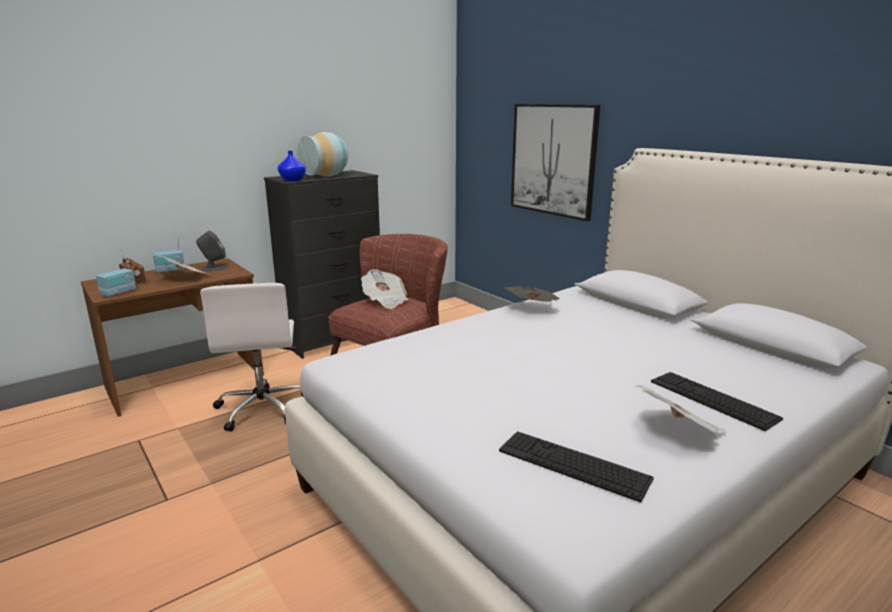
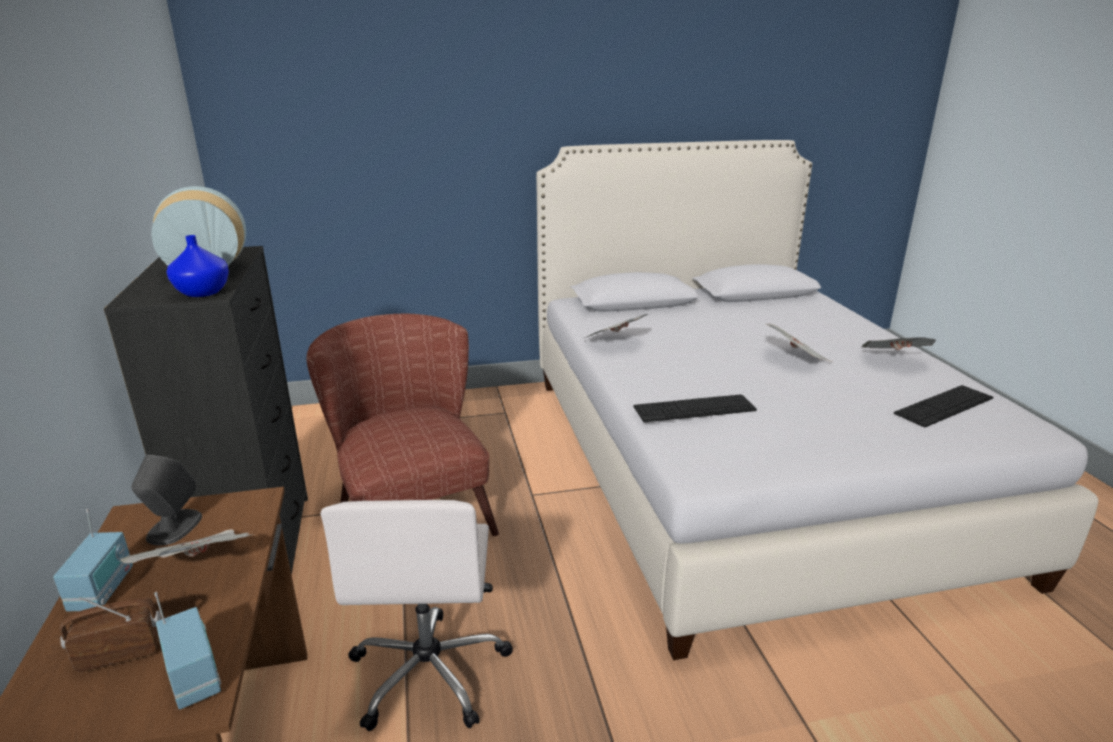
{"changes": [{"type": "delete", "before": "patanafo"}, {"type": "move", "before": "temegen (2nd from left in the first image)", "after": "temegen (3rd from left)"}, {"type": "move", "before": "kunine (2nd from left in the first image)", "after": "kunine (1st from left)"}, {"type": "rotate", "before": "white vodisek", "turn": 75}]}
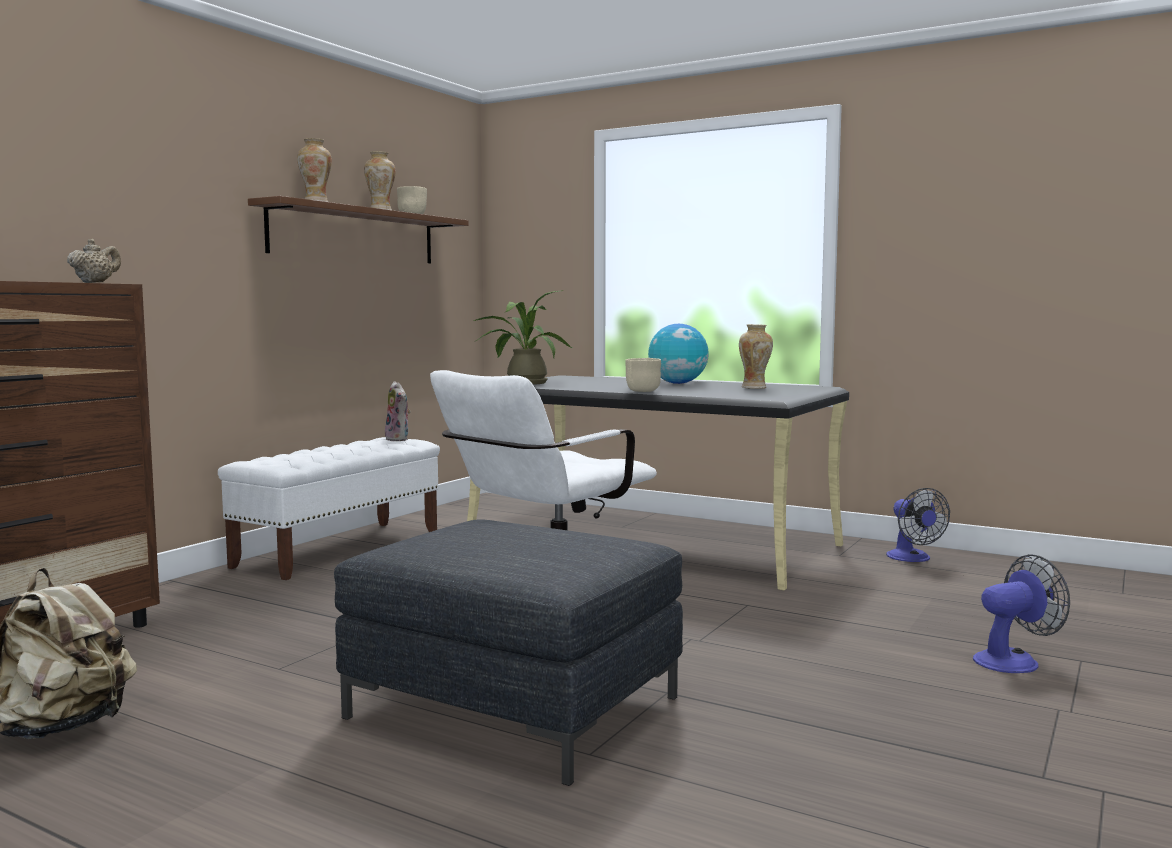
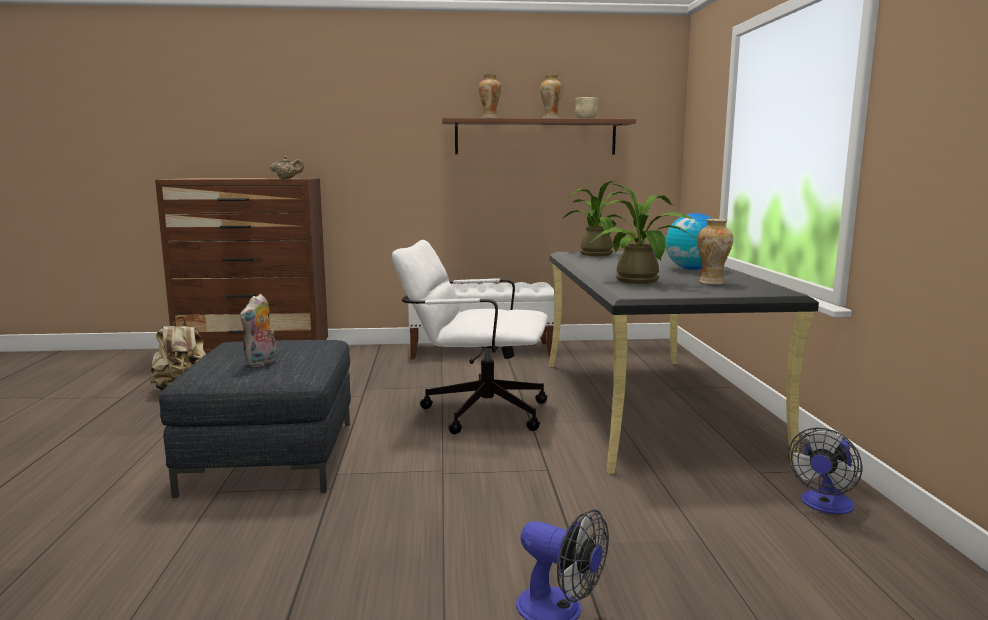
{"changes": [{"type": "delete", "before": "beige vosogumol (2nd from left)"}, {"type": "insert", "after": "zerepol (2nd from left)"}, {"type": "move", "before": "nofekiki"}]}
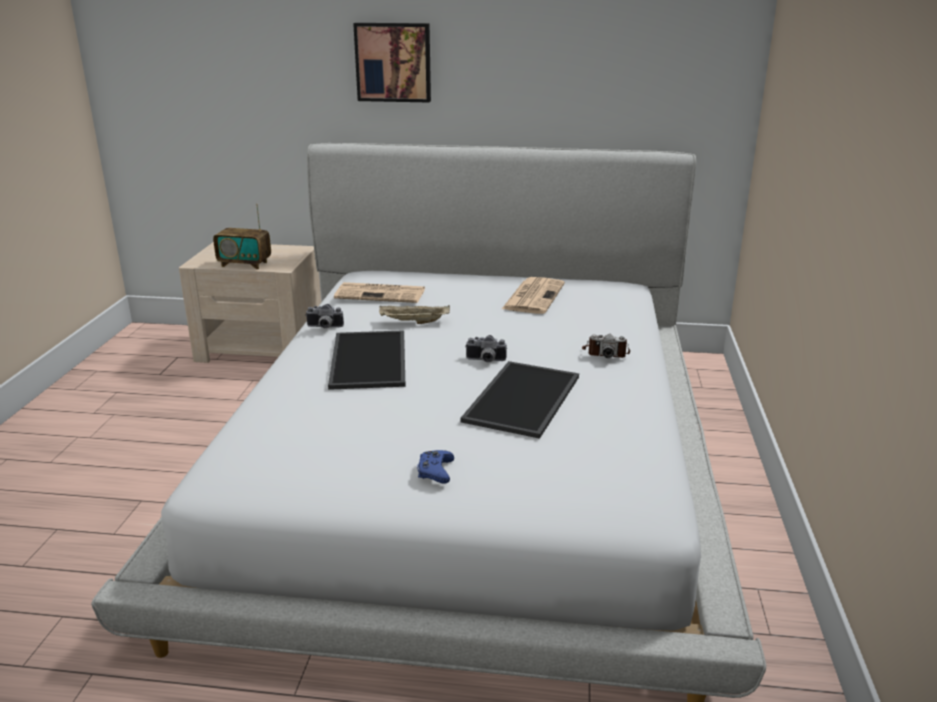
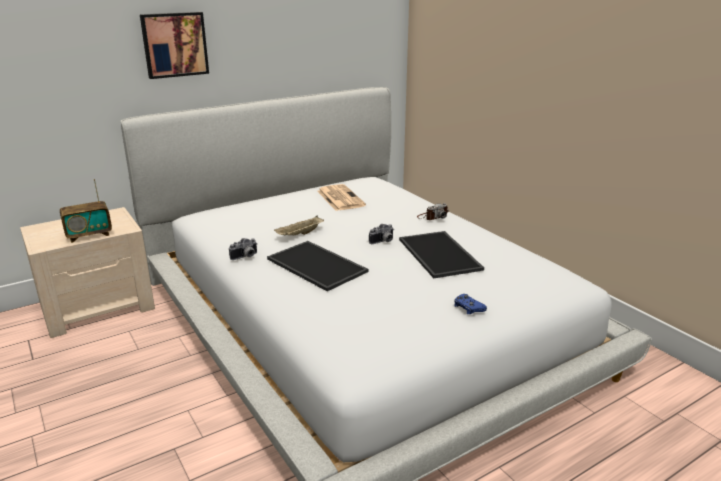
{"changes": [{"type": "delete", "before": "temegen (1st from left)"}]}
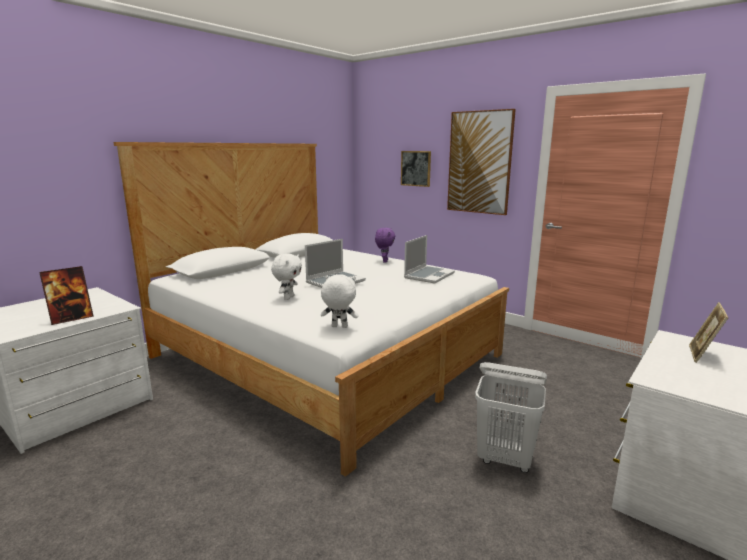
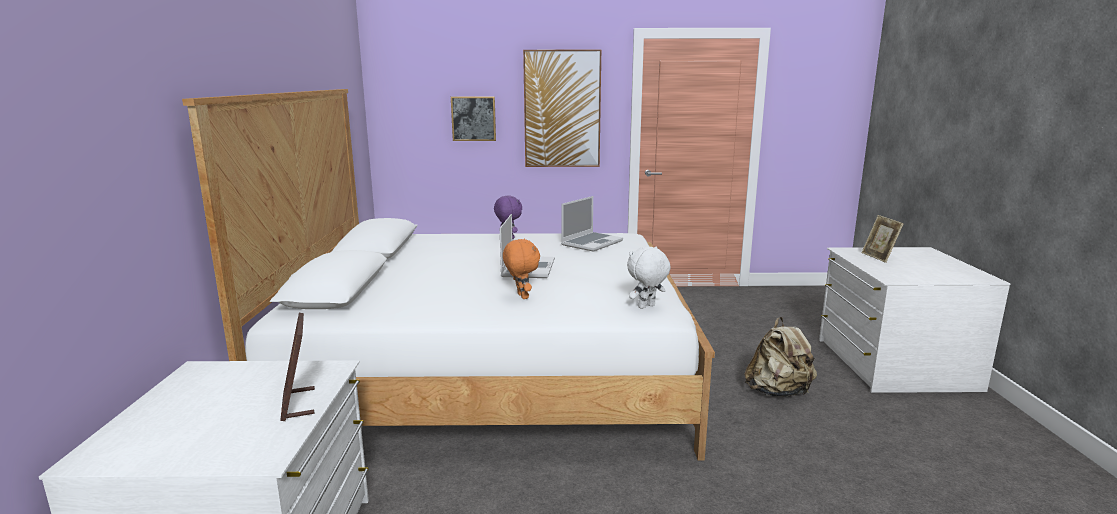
{"changes": [{"type": "replace", "before": "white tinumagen", "after": "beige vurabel"}, {"type": "recolor", "before": "white nofekiki (1st from left)", "after": "orange nofekiki"}, {"type": "rotate", "before": "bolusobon (1st from left)", "turn": 150}, {"type": "rotate", "before": "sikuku (2nd from left)", "turn": 45}]}
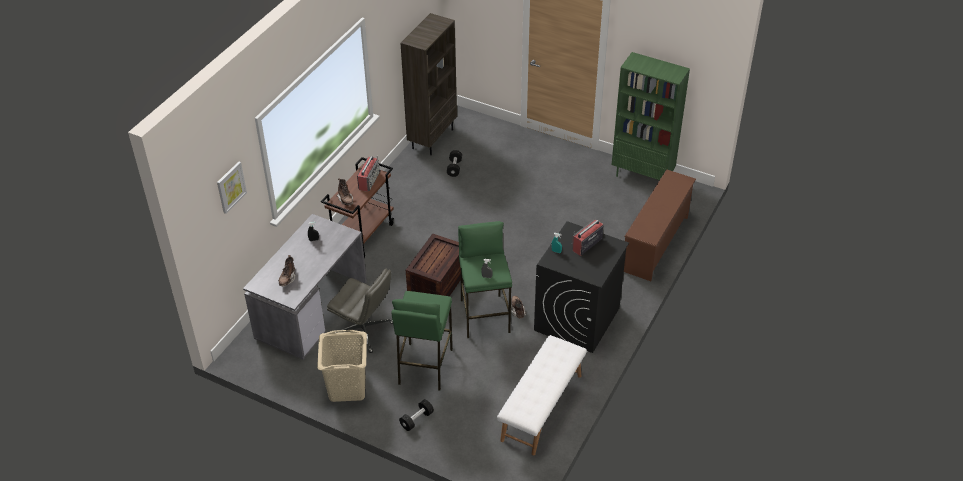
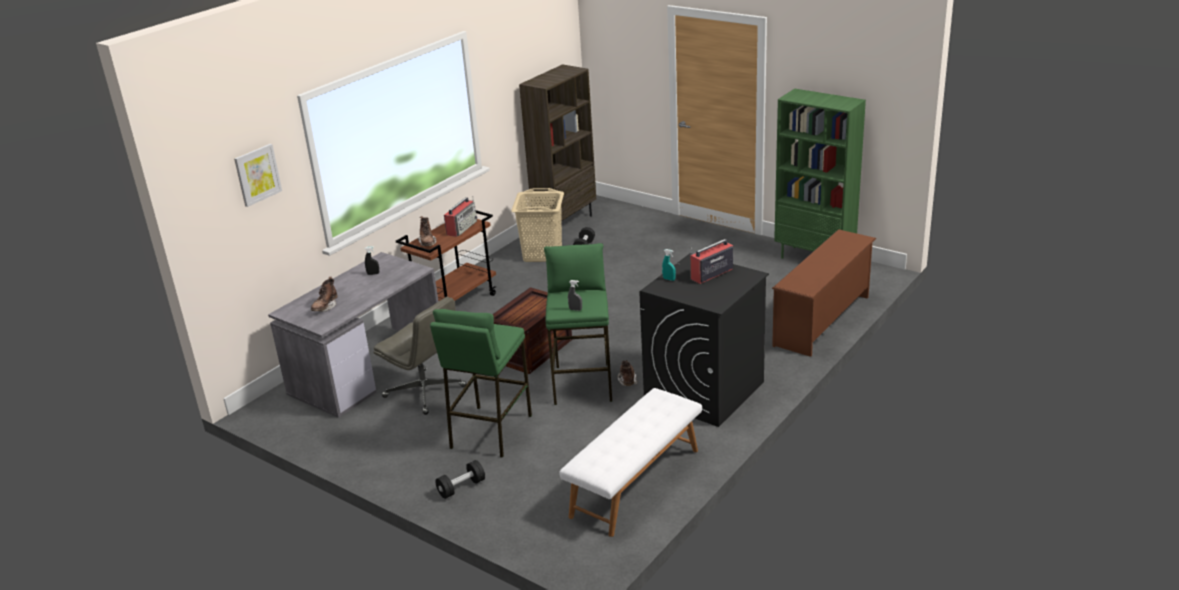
{"changes": [{"type": "move", "before": "beige tinumagen"}]}
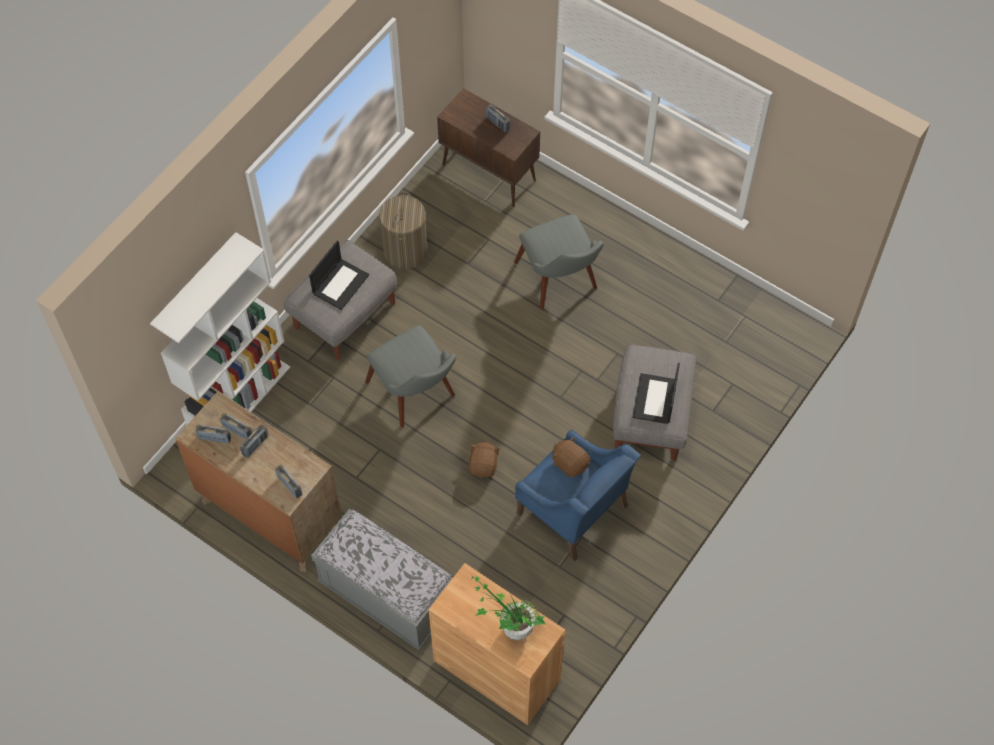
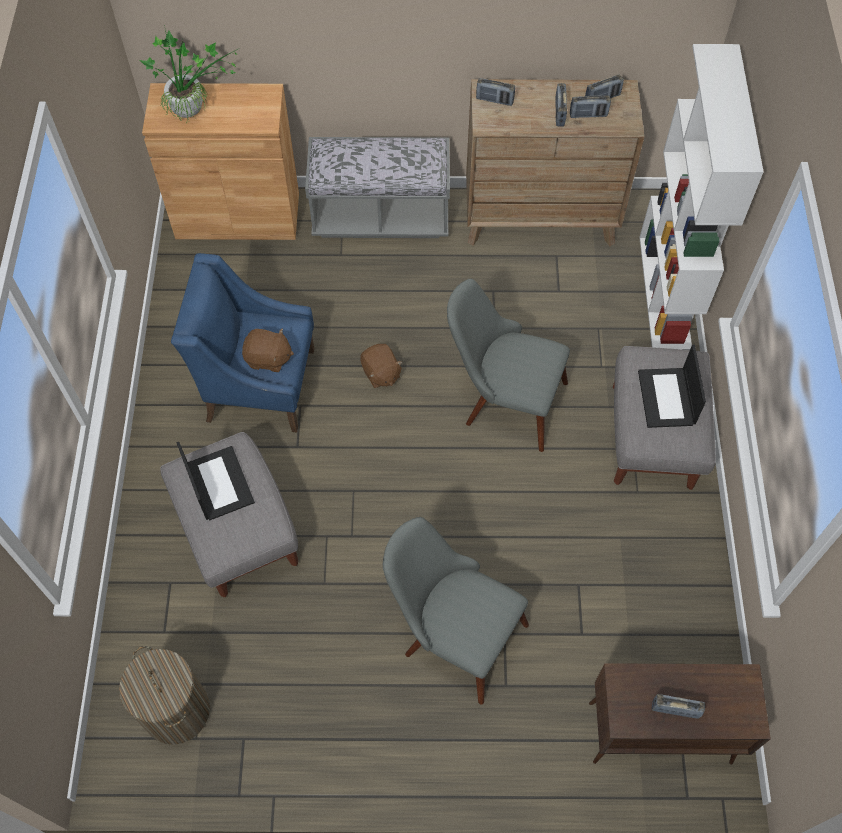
{"changes": [{"type": "move", "before": "tinumagen"}]}
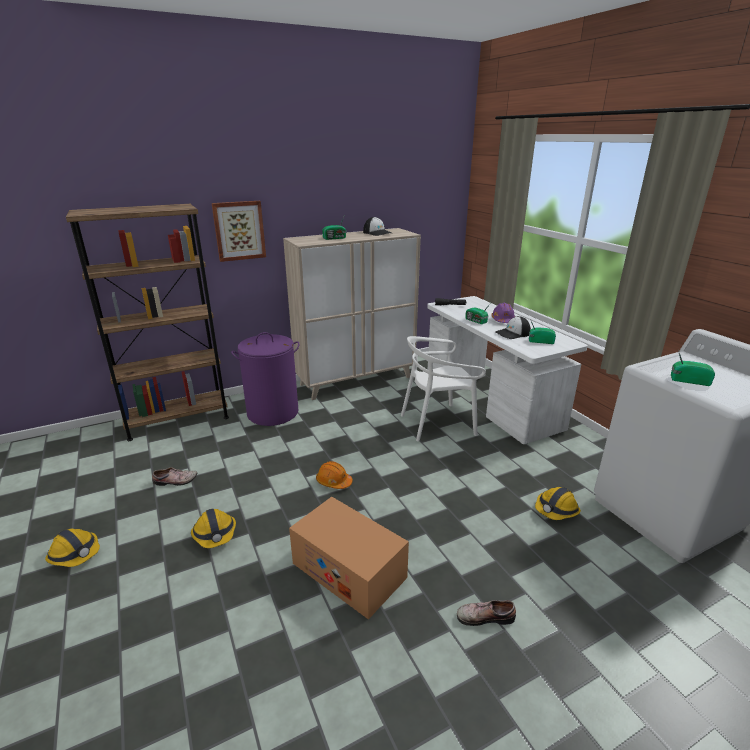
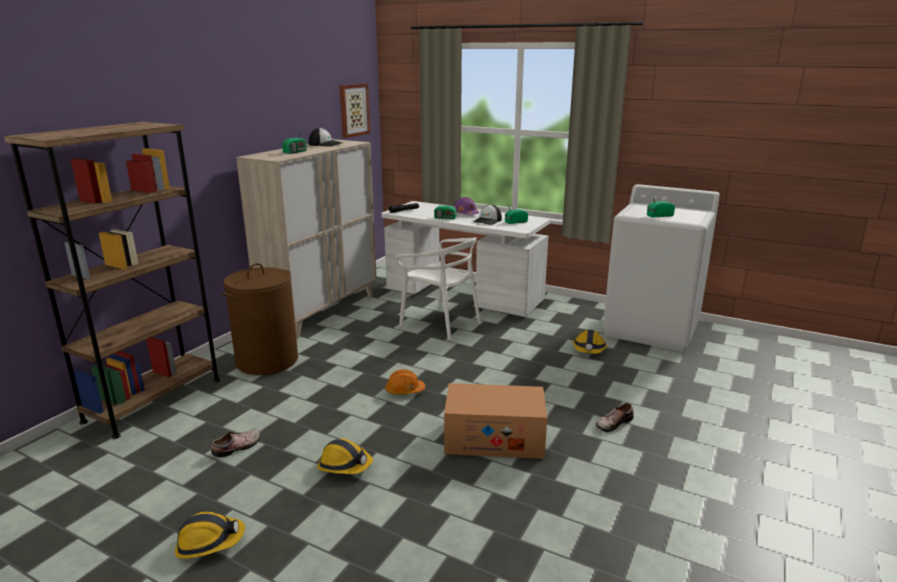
{"changes": [{"type": "move", "before": "patanafo"}, {"type": "recolor", "before": "purple tinumagen", "after": "brown tinumagen"}, {"type": "rotate", "before": "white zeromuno", "turn": -90}]}
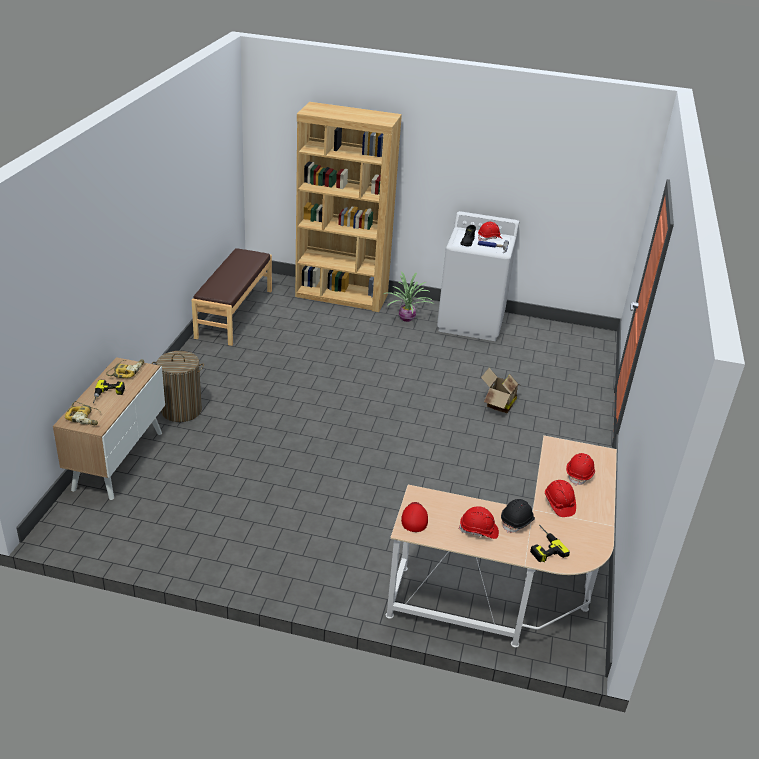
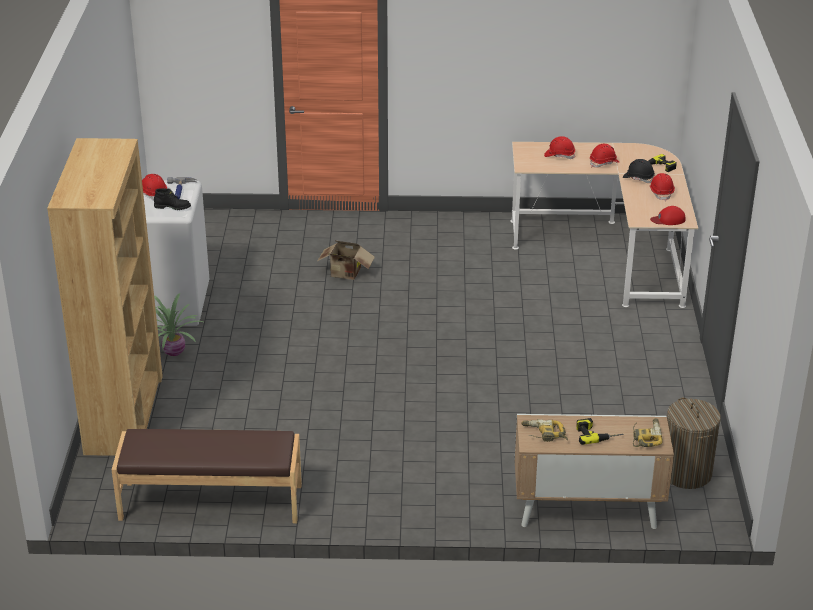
{"changes": [{"type": "move", "before": "tinumagen"}]}
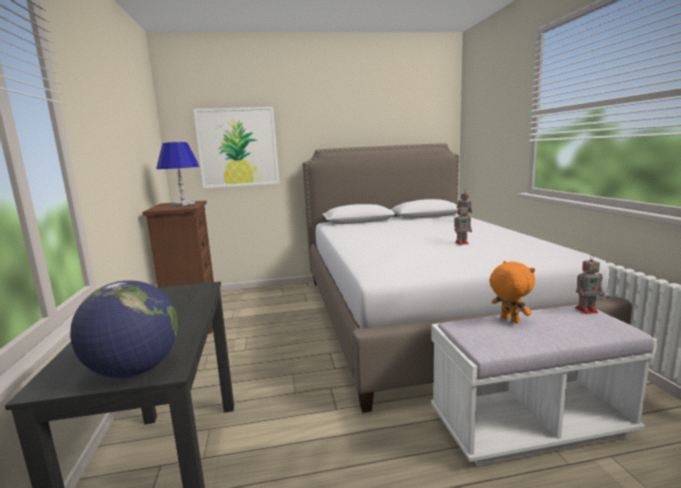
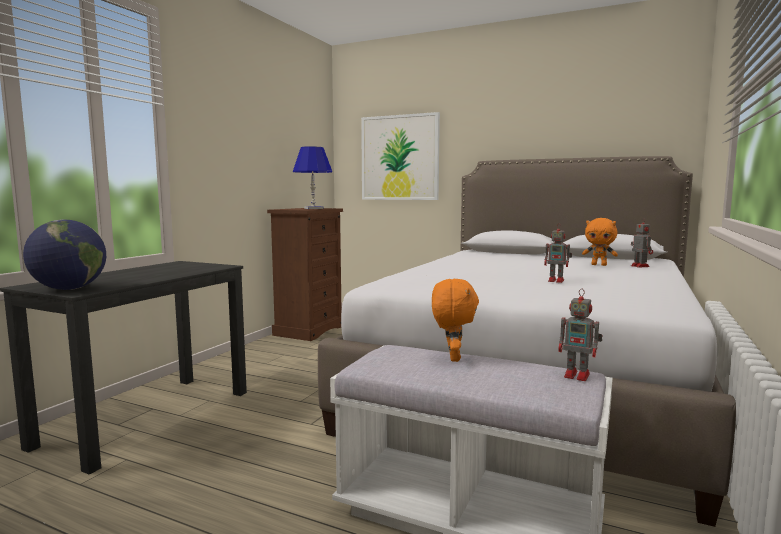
{"changes": [{"type": "insert", "after": "orange nofekiki (2nd from left)"}]}
